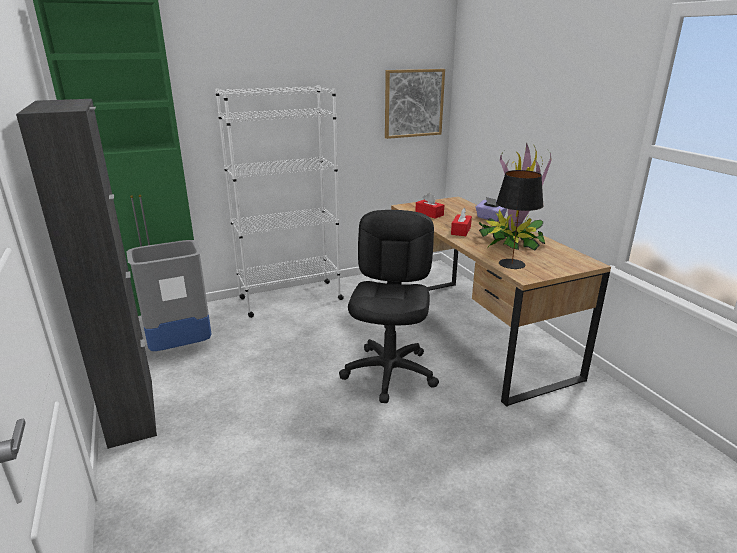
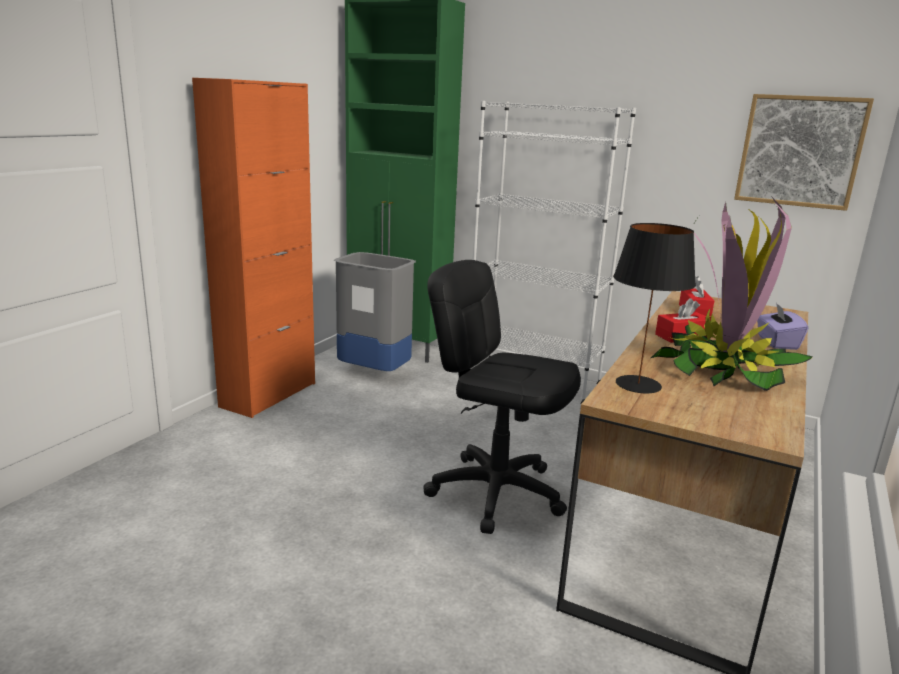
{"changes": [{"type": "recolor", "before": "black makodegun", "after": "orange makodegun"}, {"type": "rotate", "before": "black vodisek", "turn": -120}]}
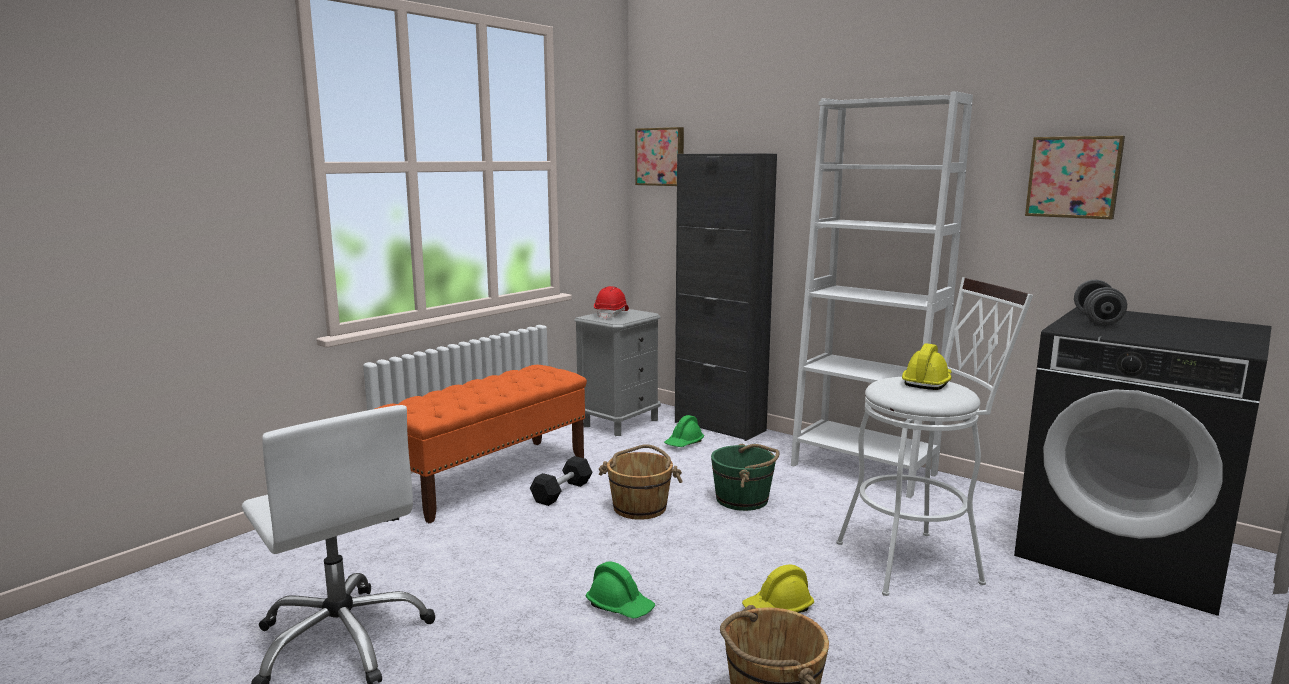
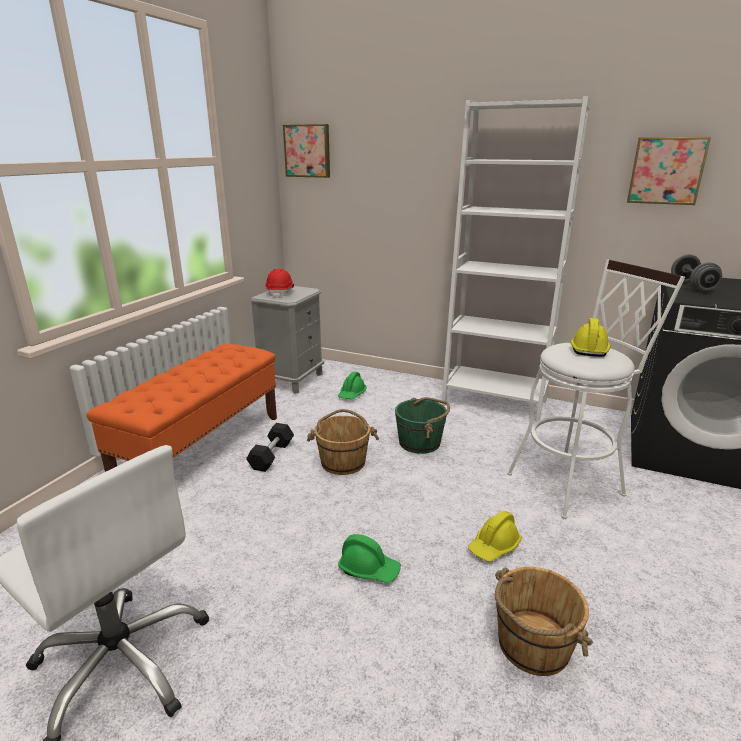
{"changes": [{"type": "delete", "before": "black makodegun"}]}
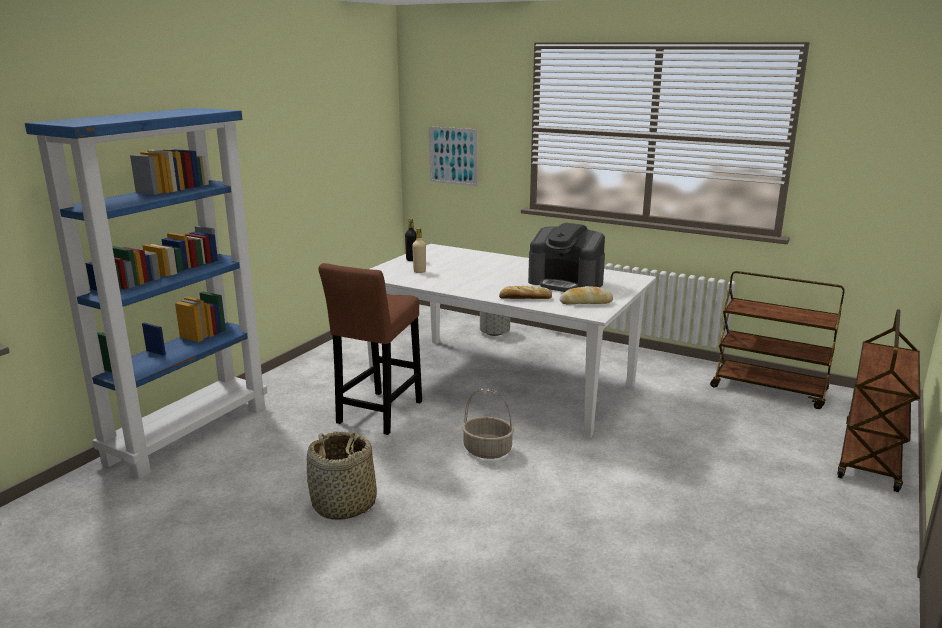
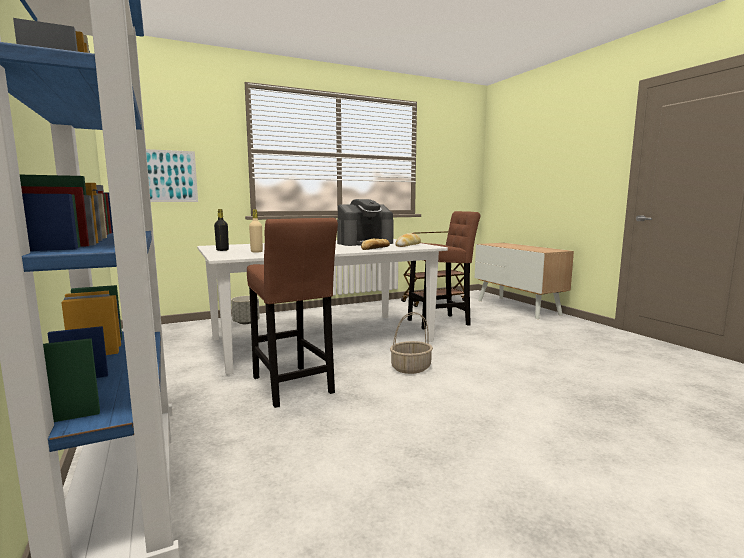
{"changes": [{"type": "delete", "before": "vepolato (1st from left)"}, {"type": "insert", "after": "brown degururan (2nd from left)"}, {"type": "replace", "before": "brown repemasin (2nd from left)", "after": "makodegun"}]}
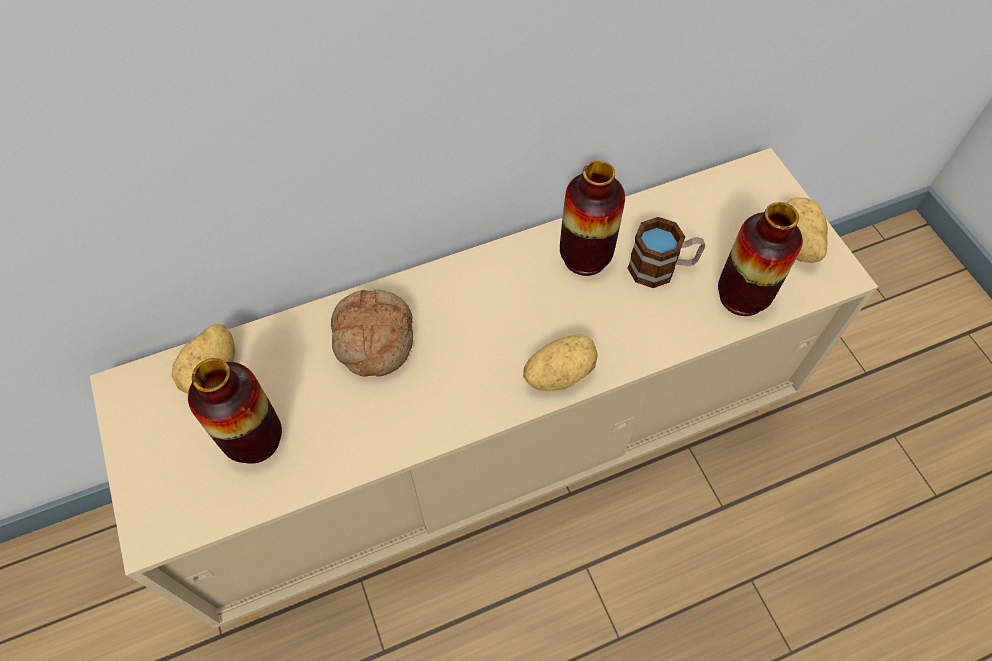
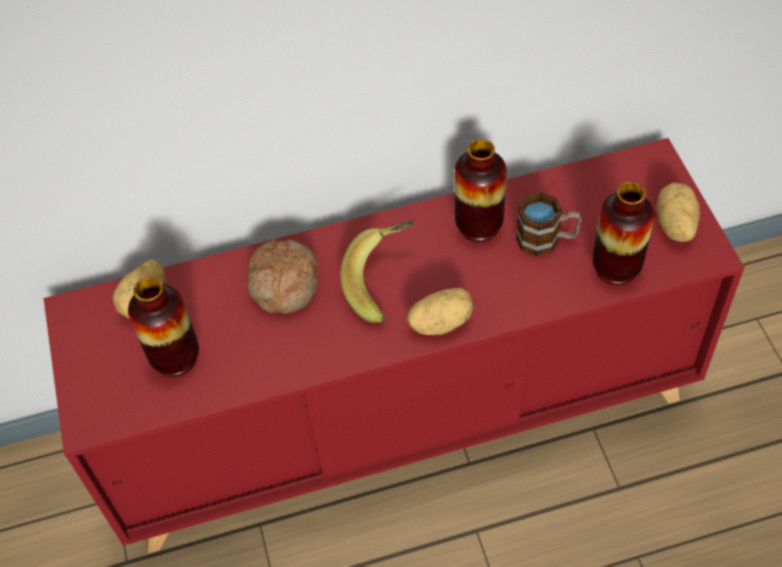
{"changes": [{"type": "insert", "after": "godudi"}, {"type": "recolor", "before": "beige makodegun", "after": "red makodegun"}]}
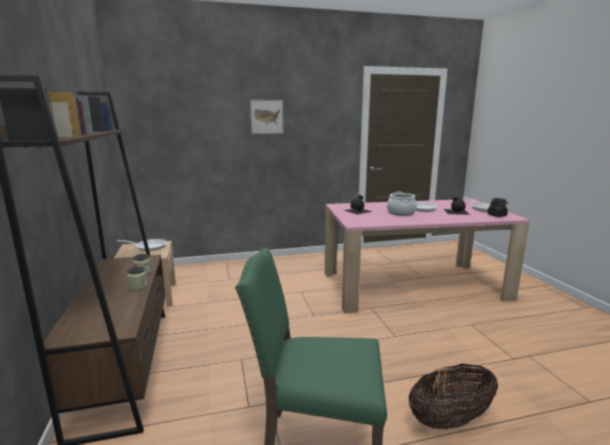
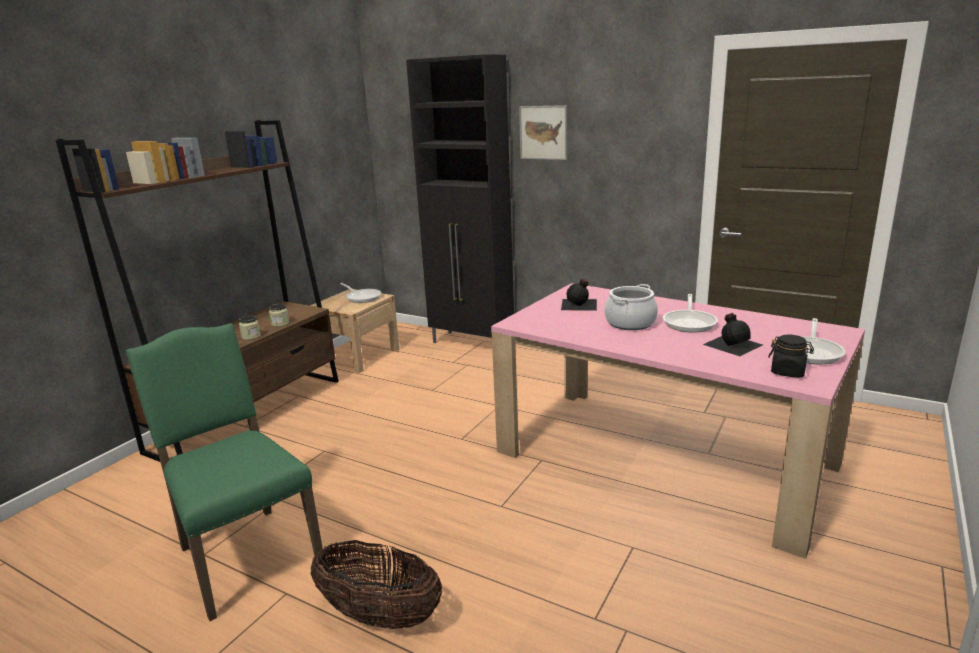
{"changes": [{"type": "insert", "after": "black makodegun"}]}
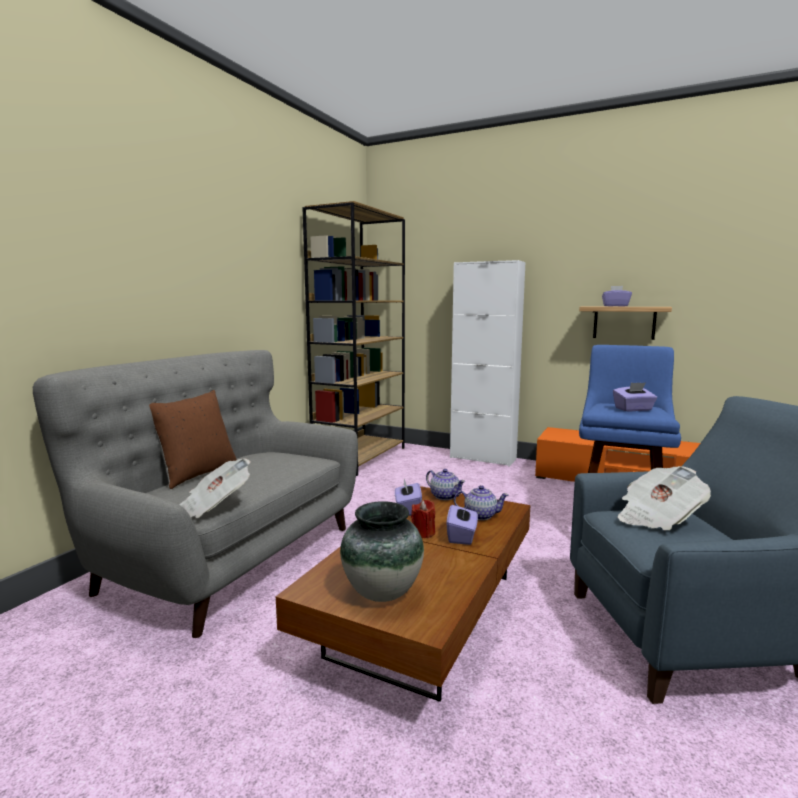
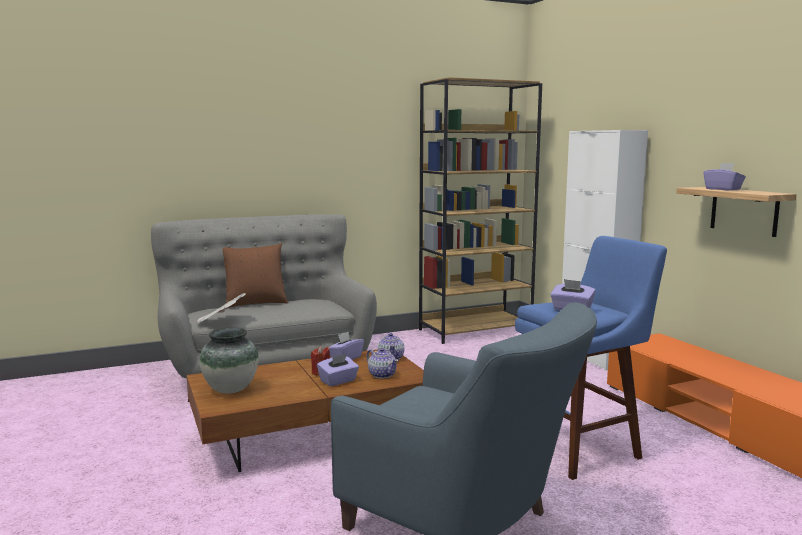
{"changes": [{"type": "delete", "before": "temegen (2nd from left)"}]}
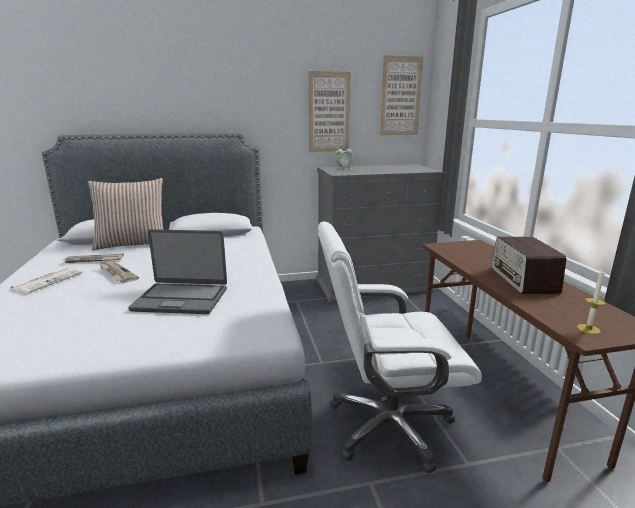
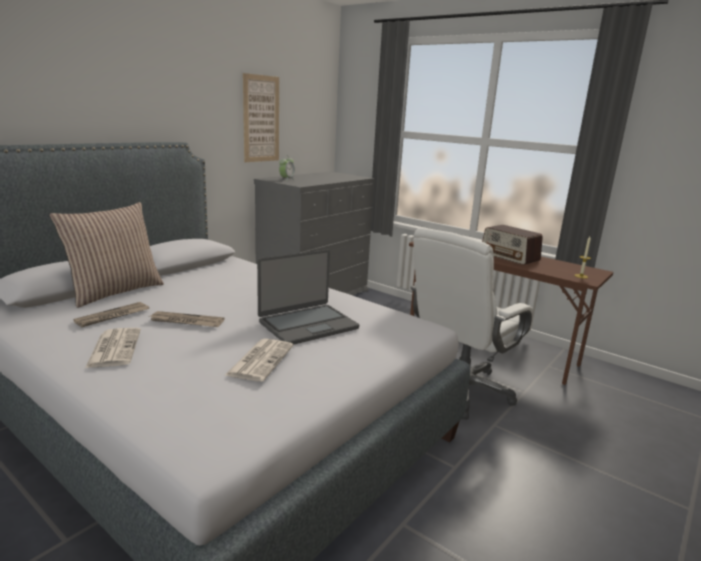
{"changes": [{"type": "delete", "before": "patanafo (2nd from left)"}, {"type": "insert", "after": "temegen (4th from left)"}]}
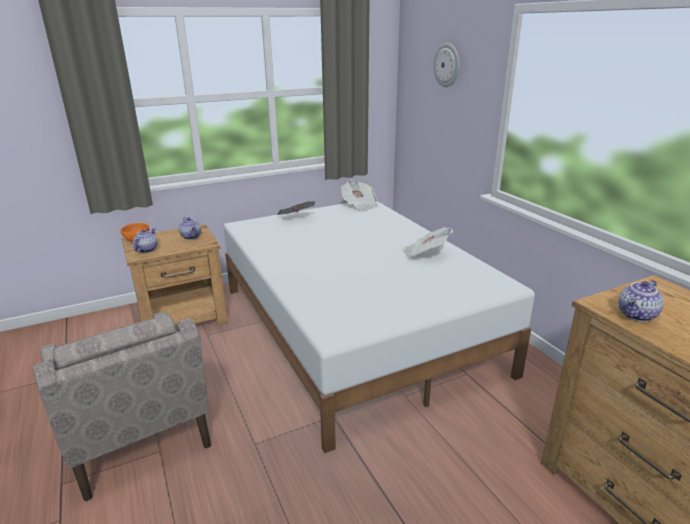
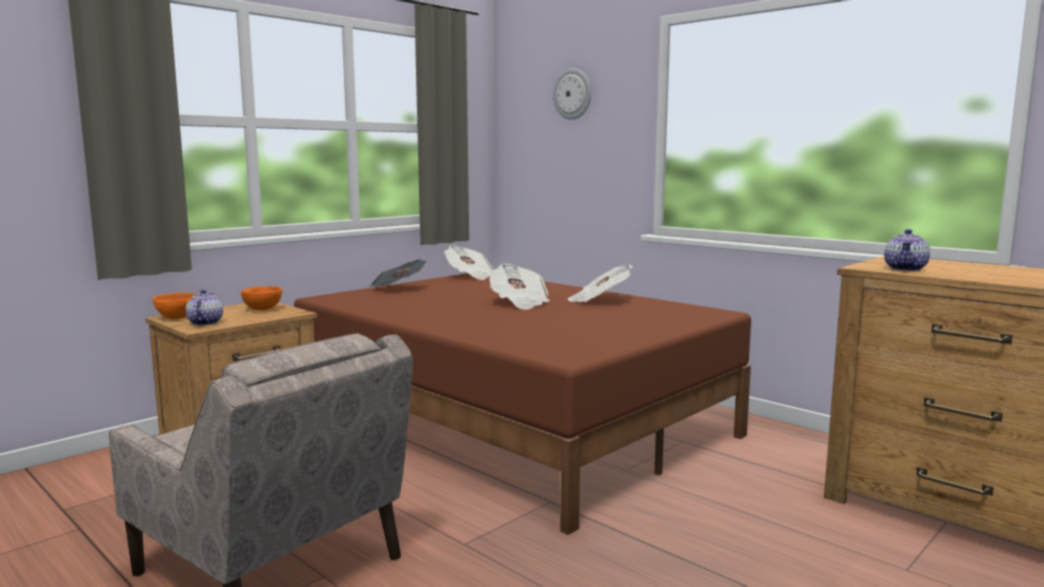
{"changes": [{"type": "insert", "after": "temegen (3rd from left)"}, {"type": "replace", "before": "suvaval (2nd from left)", "after": "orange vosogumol (2nd from left)"}, {"type": "recolor", "before": "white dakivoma", "after": "brown dakivoma"}]}
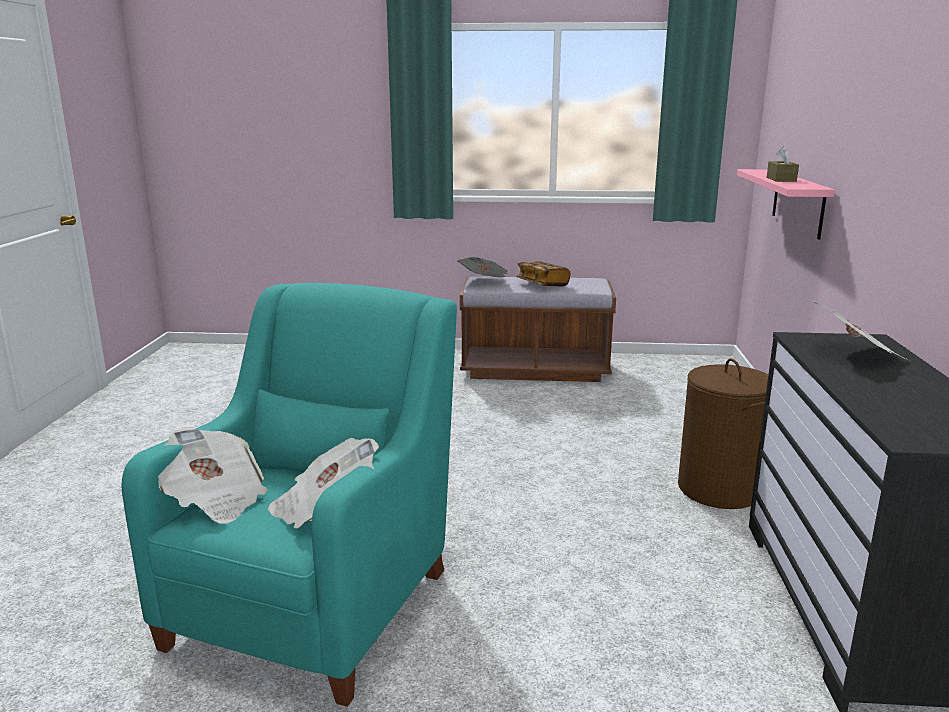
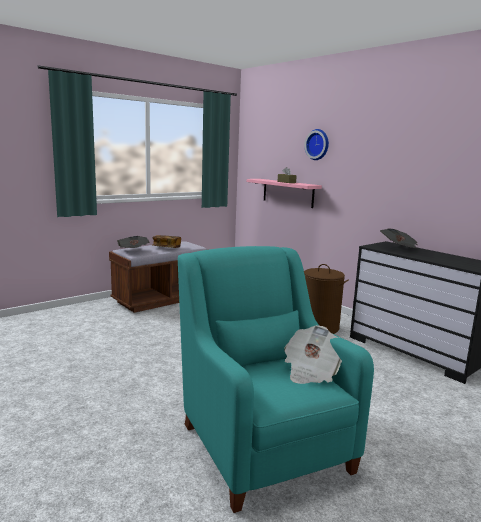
{"changes": [{"type": "delete", "before": "temegen (1st from left)"}, {"type": "insert", "after": "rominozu"}]}
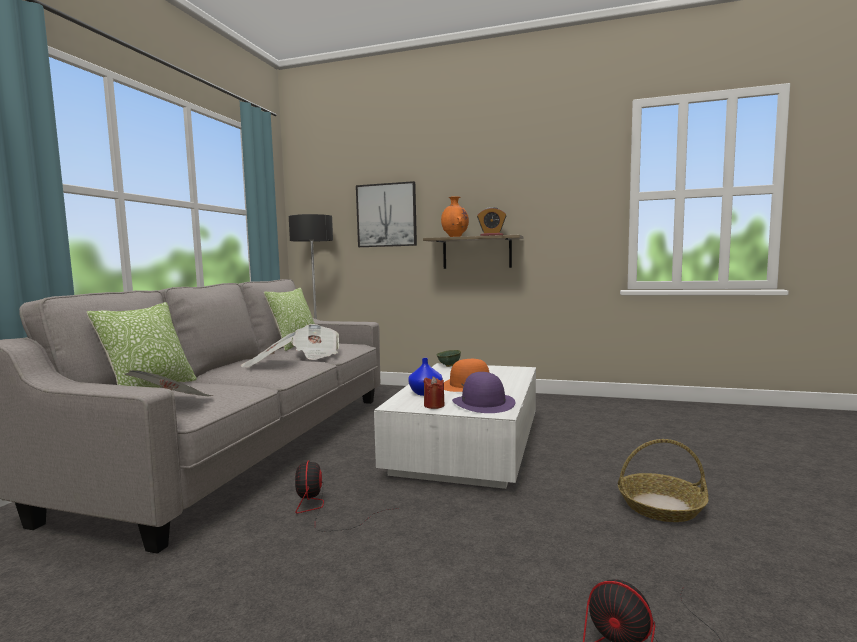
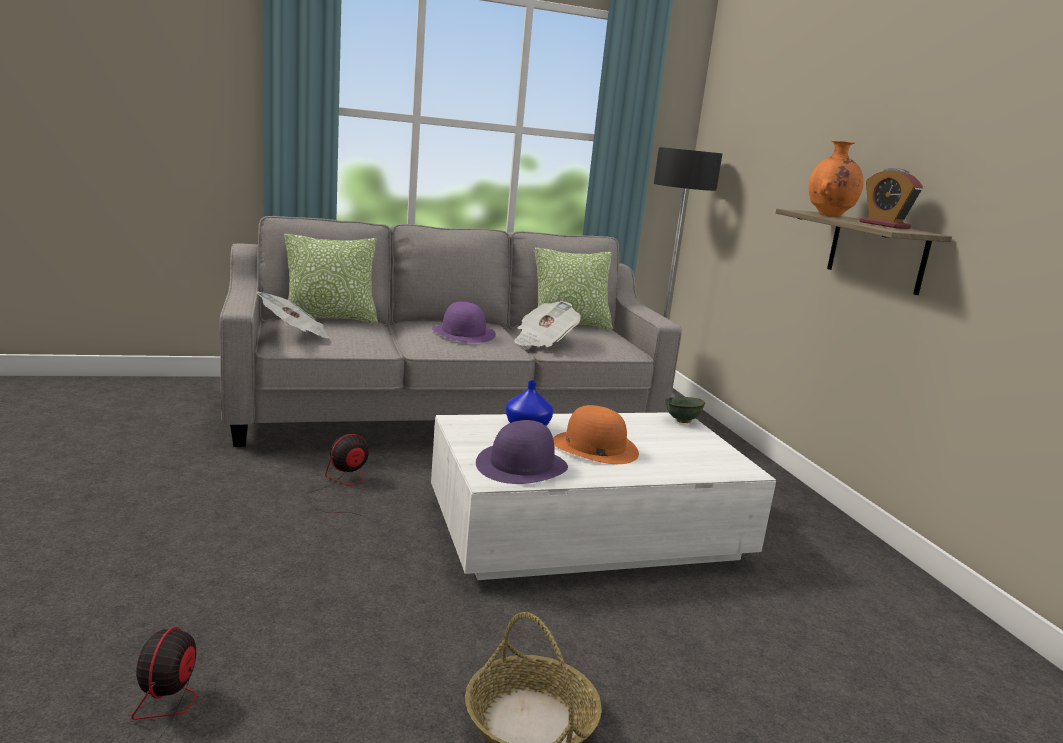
{"changes": [{"type": "delete", "before": "patanafo"}, {"type": "delete", "before": "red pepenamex"}, {"type": "replace", "before": "temegen (2nd from left)", "after": "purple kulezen (1st from left)"}]}
